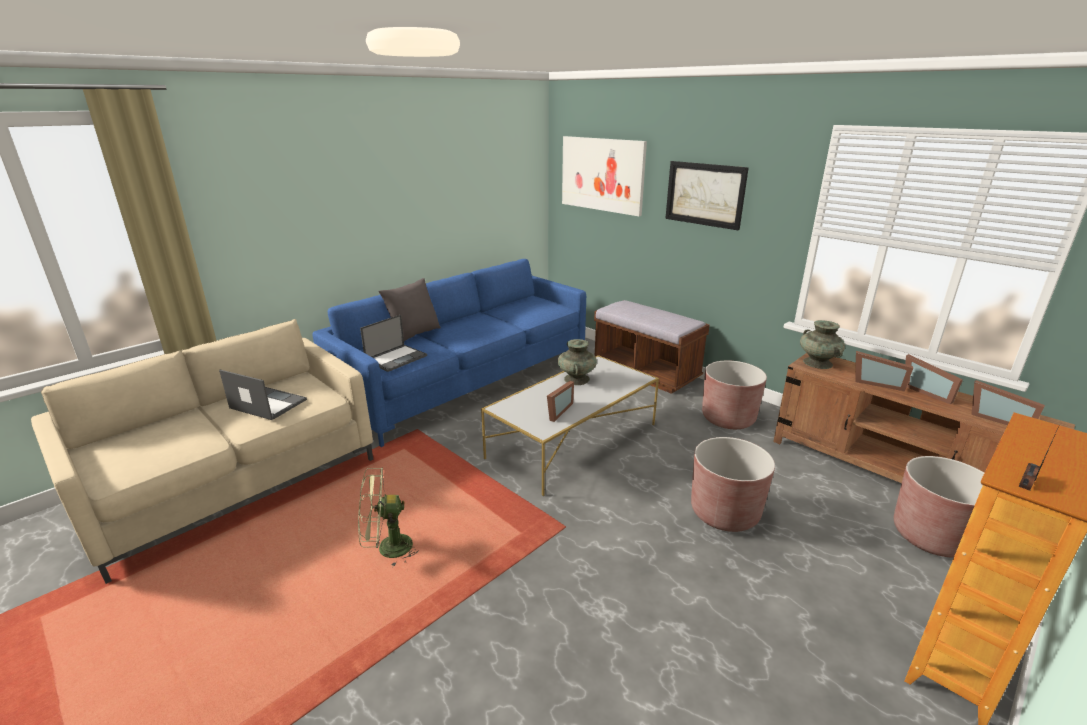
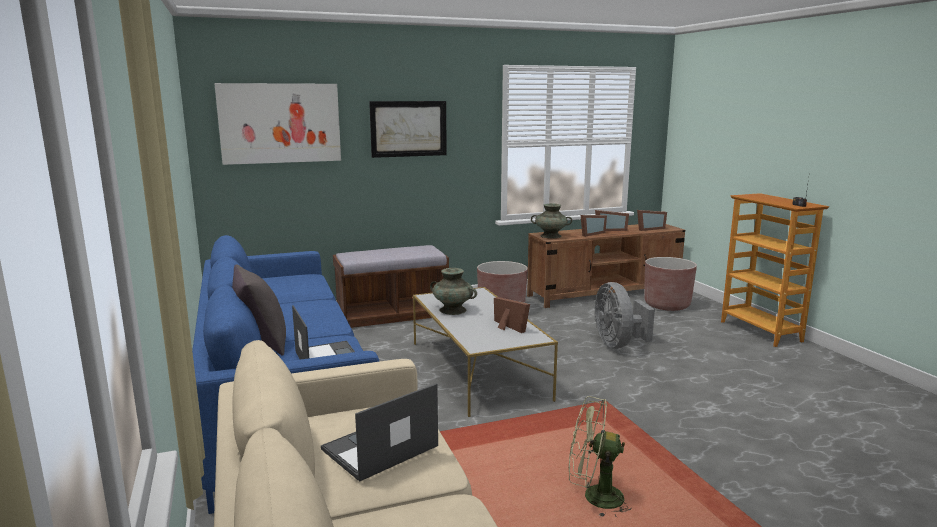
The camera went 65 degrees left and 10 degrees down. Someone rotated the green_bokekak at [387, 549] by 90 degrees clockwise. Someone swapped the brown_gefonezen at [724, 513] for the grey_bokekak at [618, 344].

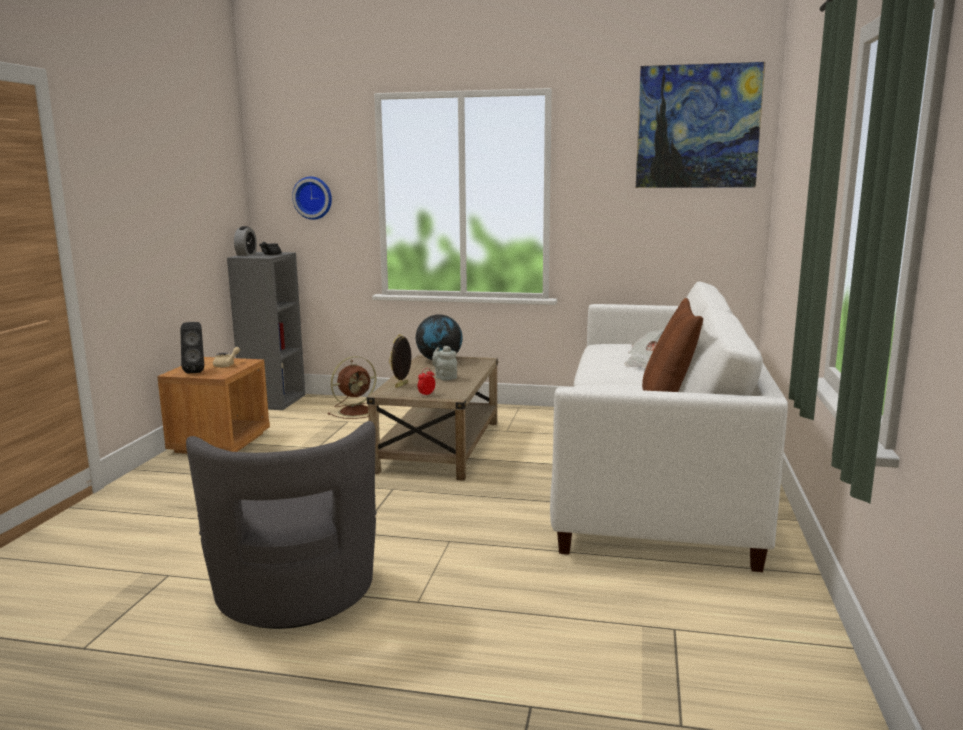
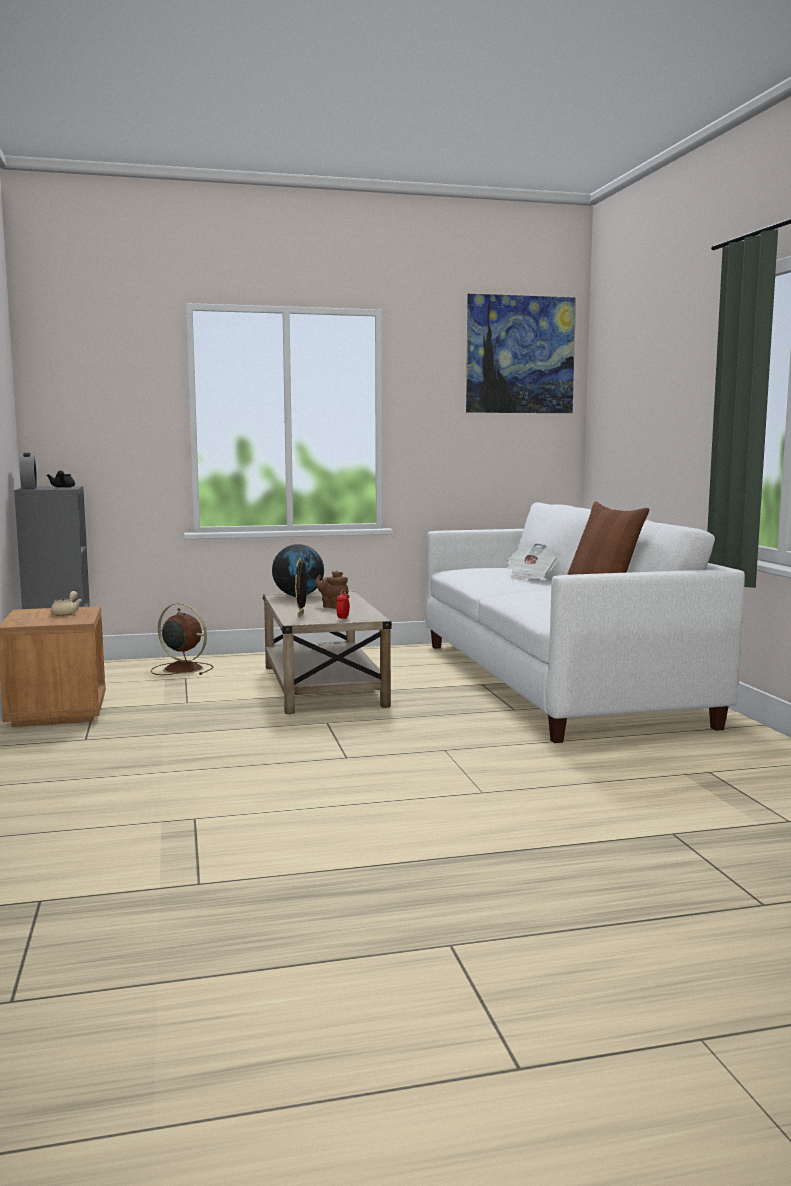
The camera went 25 degrees left and 5 degrees down. Someone took away the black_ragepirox at [195, 371]. Someone took away the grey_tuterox at [295, 594]. Someone took away the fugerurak at [313, 198]. Someone rotated the brown_bokekak at [356, 411] by 90 degrees counterclockwise. Someone repainted the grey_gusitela at [445, 377], which became the brown_gusitela at [333, 606].

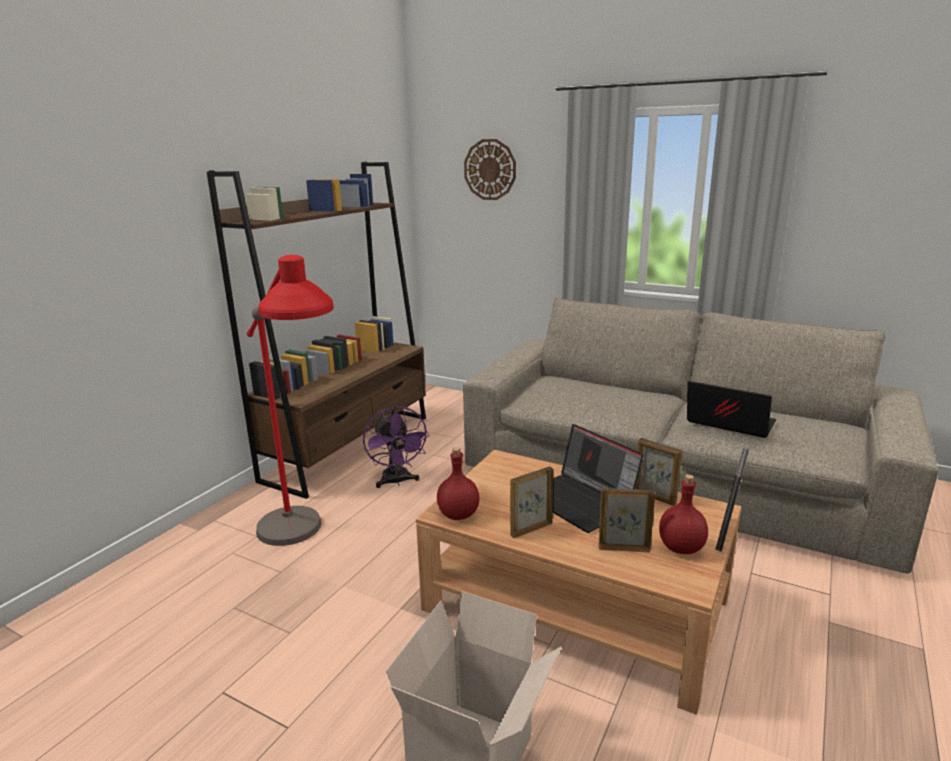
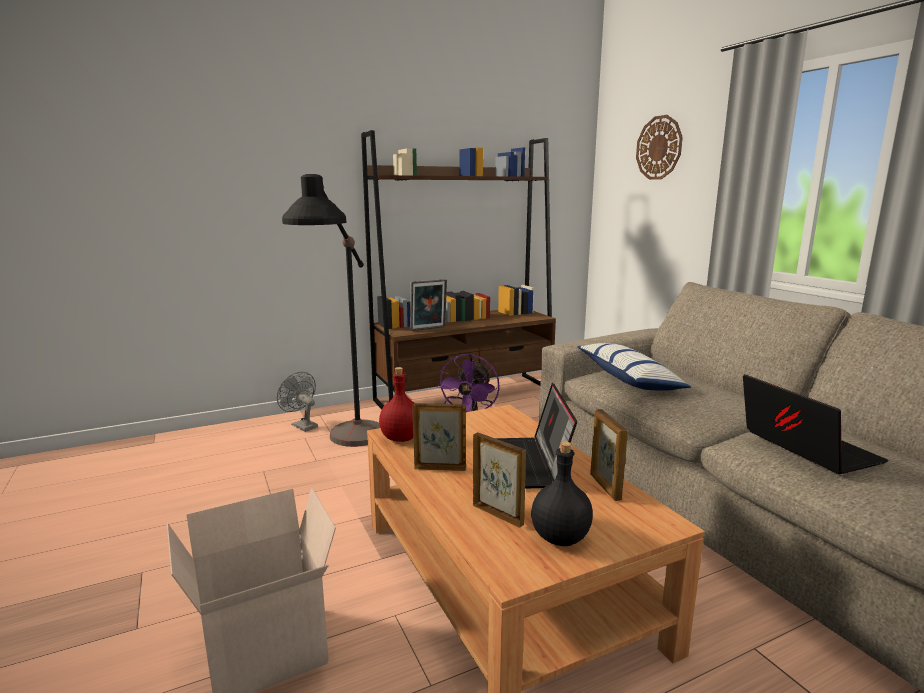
The camera went 35 degrees right and 5 degrees down. Someone repainted the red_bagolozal at [304, 549], which became the black_bagolozal at [348, 452]. Someone repainted the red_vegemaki at [681, 547], which became the black_vegemaki at [561, 537]. Someone carried the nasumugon from [727, 535] to [428, 329]. Someone put down the grey_bokekak at [301, 425]. Someone put down the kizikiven at [628, 379].

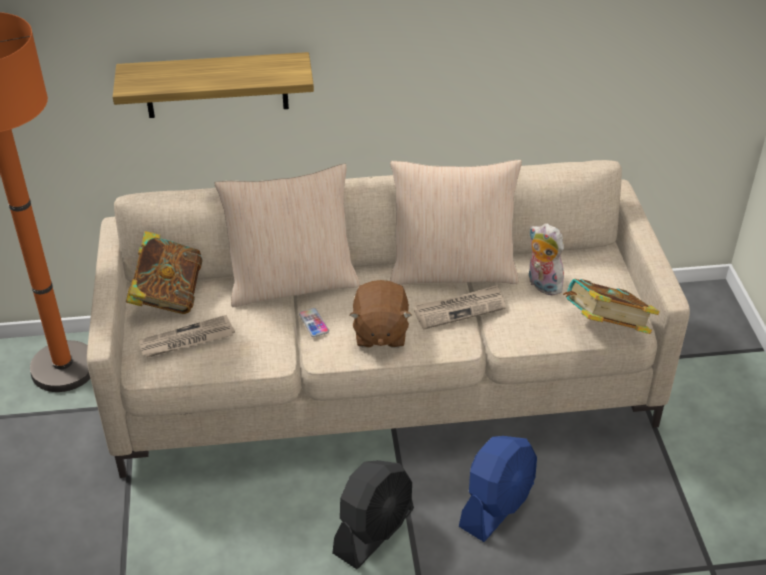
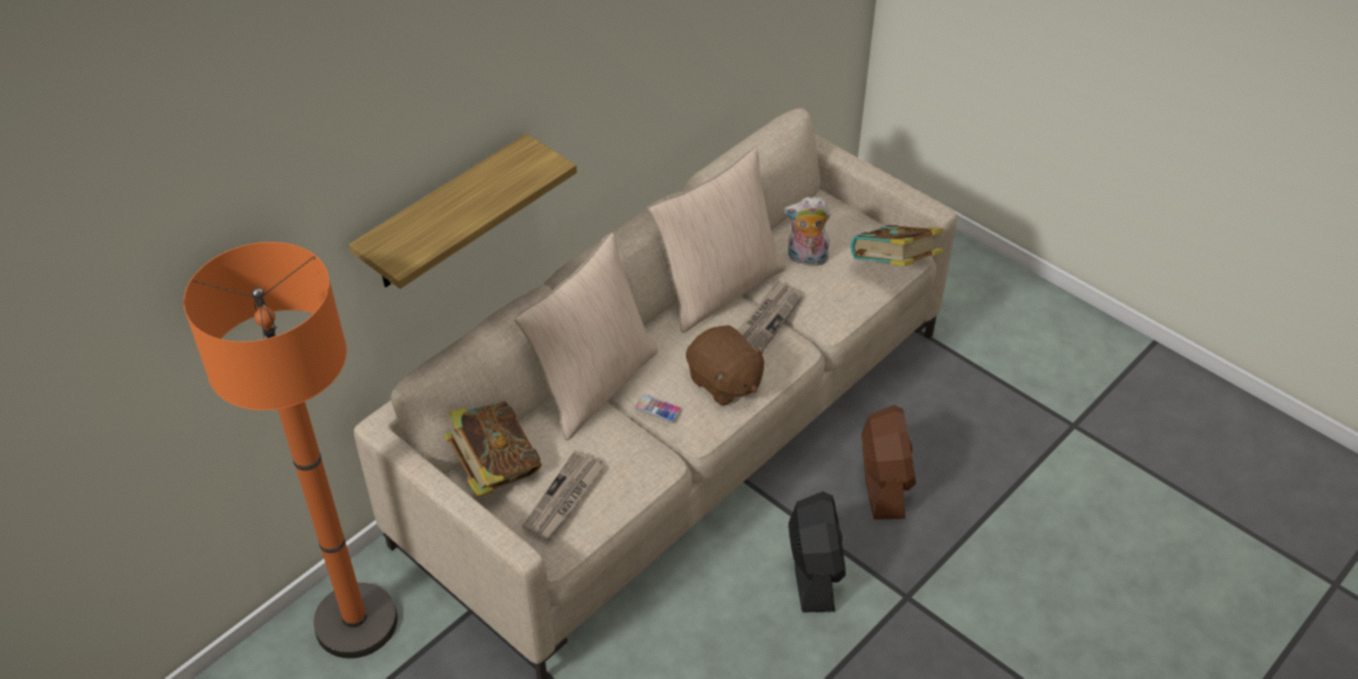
The camera went 40 degrees left and 5 degrees up. Someone repainted the blue_bokekak at [497, 505], which became the brown_bokekak at [883, 482].

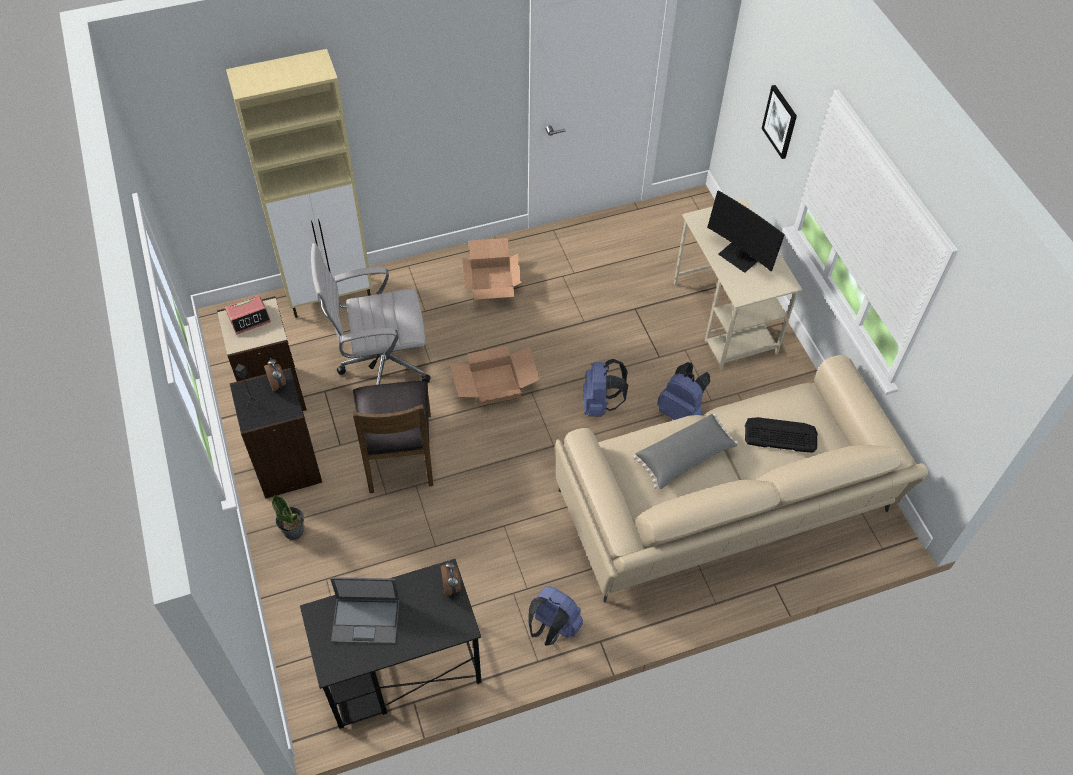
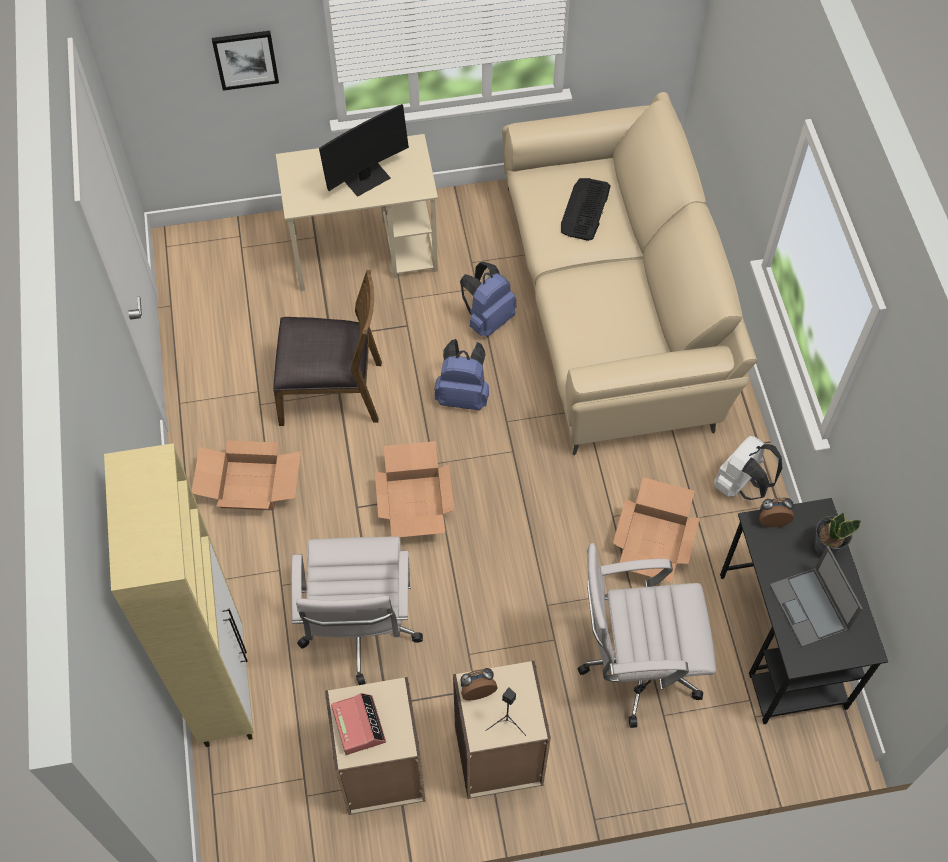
The camera went 80 degrees left and 5 degrees up. Someone repainted the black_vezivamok at [287, 466], which became the beige_vezivamok at [498, 757]. Someone carried the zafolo from [294, 530] to [826, 546]. Someone rotated the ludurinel at [366, 620] by 150 degrees clockwise. Someone carried the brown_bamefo from [398, 453] to [332, 391]. Someone repainted the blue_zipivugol at [552, 628], which became the white_zipivugol at [741, 485]. Someone took away the grey_kizikiven at [685, 457]. Someone put down the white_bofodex at [635, 666]. Someone put down the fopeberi at [654, 542].

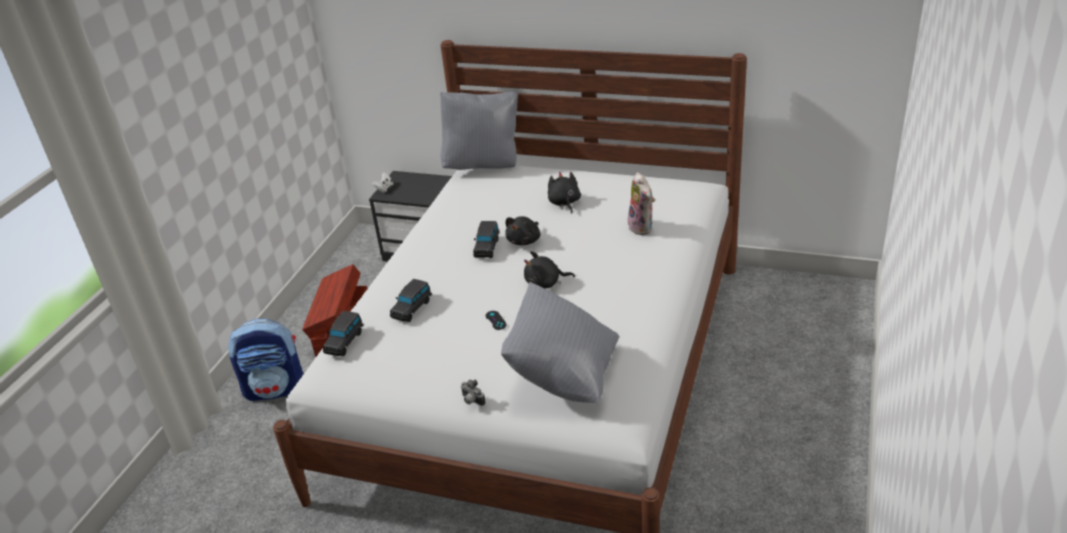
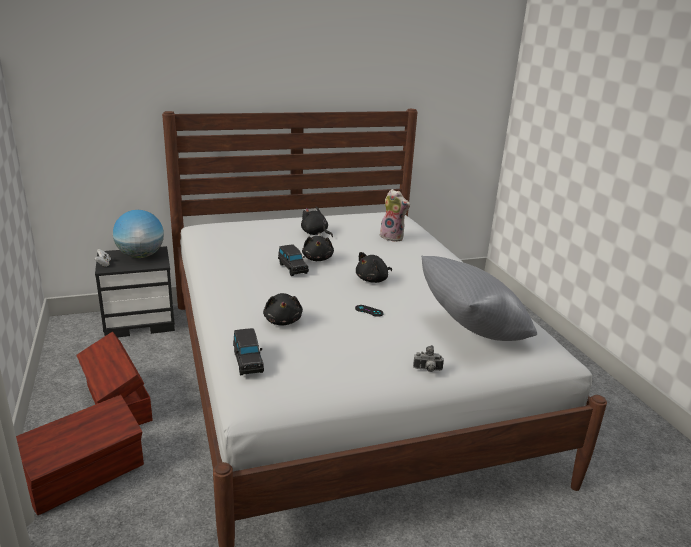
The camera went 40 degrees left and 10 degrees down. Someone swapped the zipivugol at [276, 389] for the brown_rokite at [85, 475]. Someone swapped the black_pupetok at [412, 308] for the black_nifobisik at [283, 321]. Someone took away the grey_kizikiven at [483, 165]. Someone put down the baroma at [141, 256].

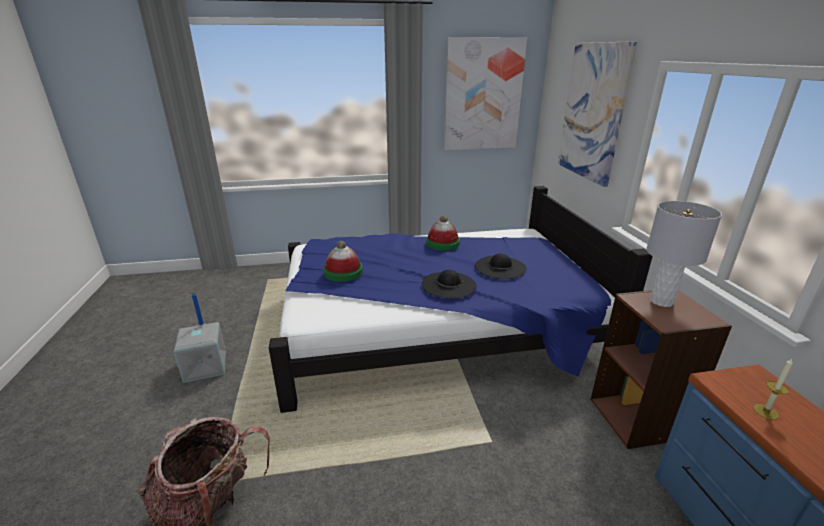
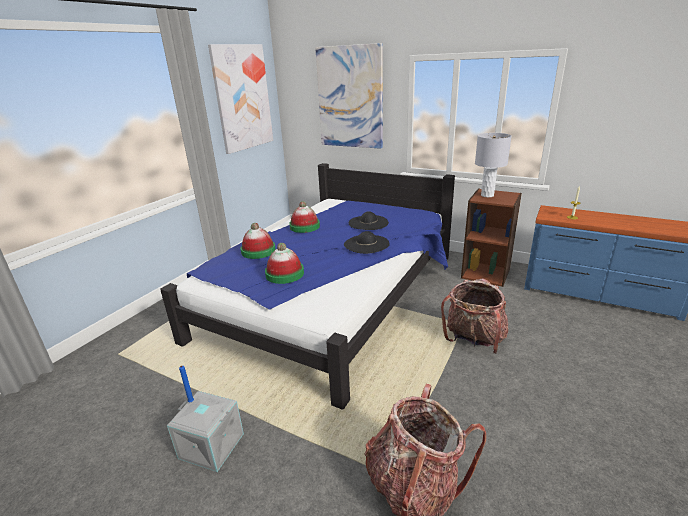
The camera went 50 degrees left and 0 degrees up. Someone put down the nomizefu at [258, 251]. Someone put down the zipivugol at [473, 340].

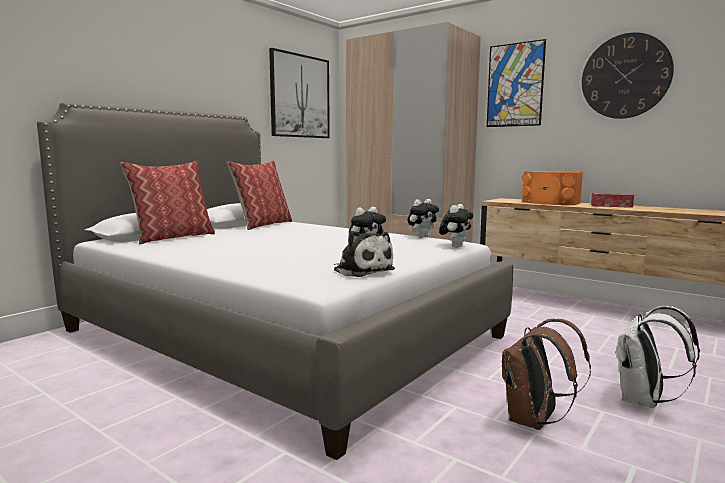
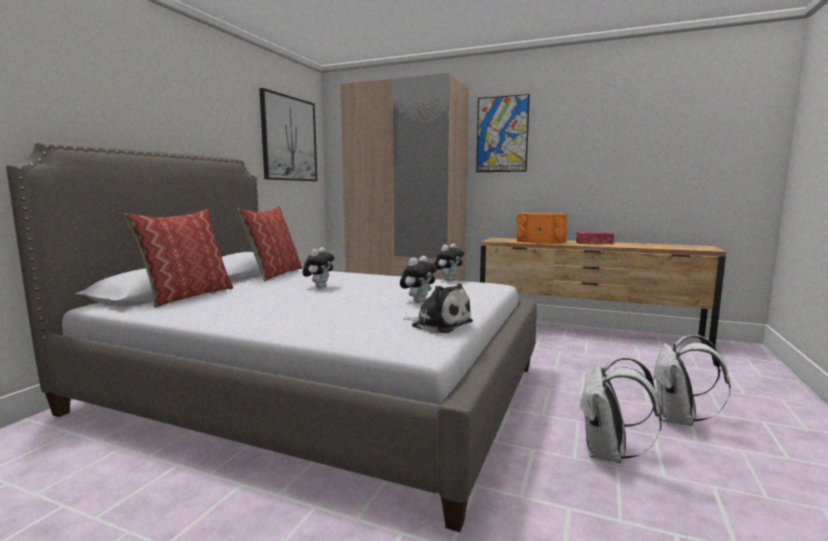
The camera went 15 degrees left and 0 degrees up. Someone carried the nifobisik from [455, 246] to [319, 287]. Someone repainted the brown_zipivugol at [534, 421], which became the white_zipivugol at [608, 454]. Someone took away the fugerurak at [625, 76].

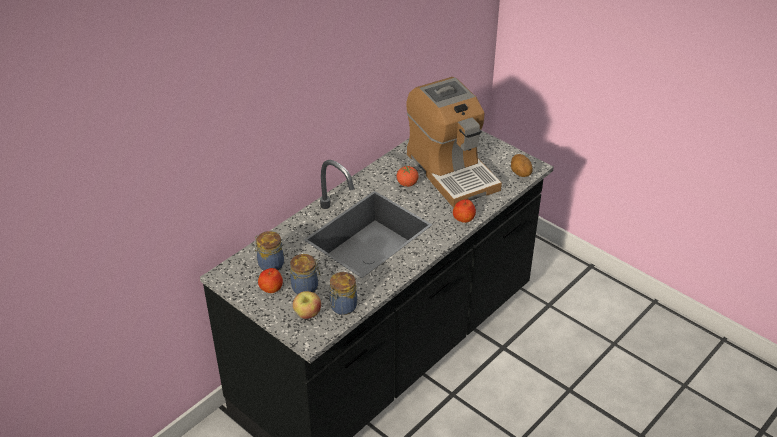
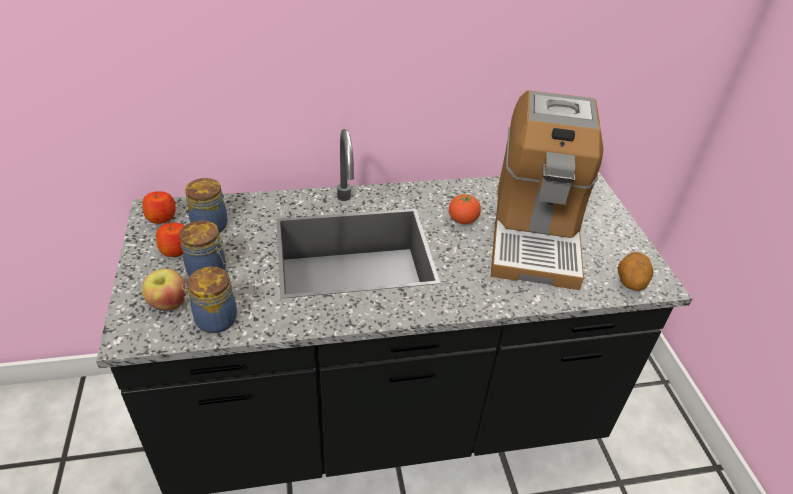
The camera went 35 degrees right and 0 degrees up. Someone carried the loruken from [463, 218] to [161, 218].

